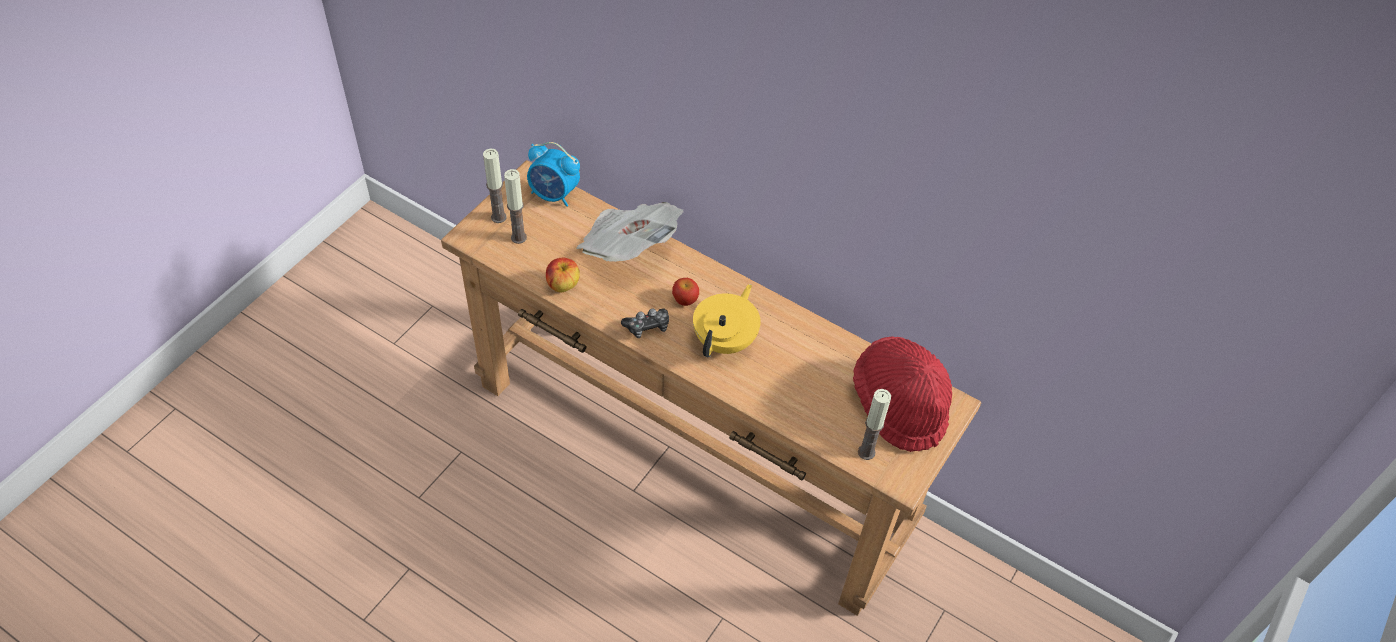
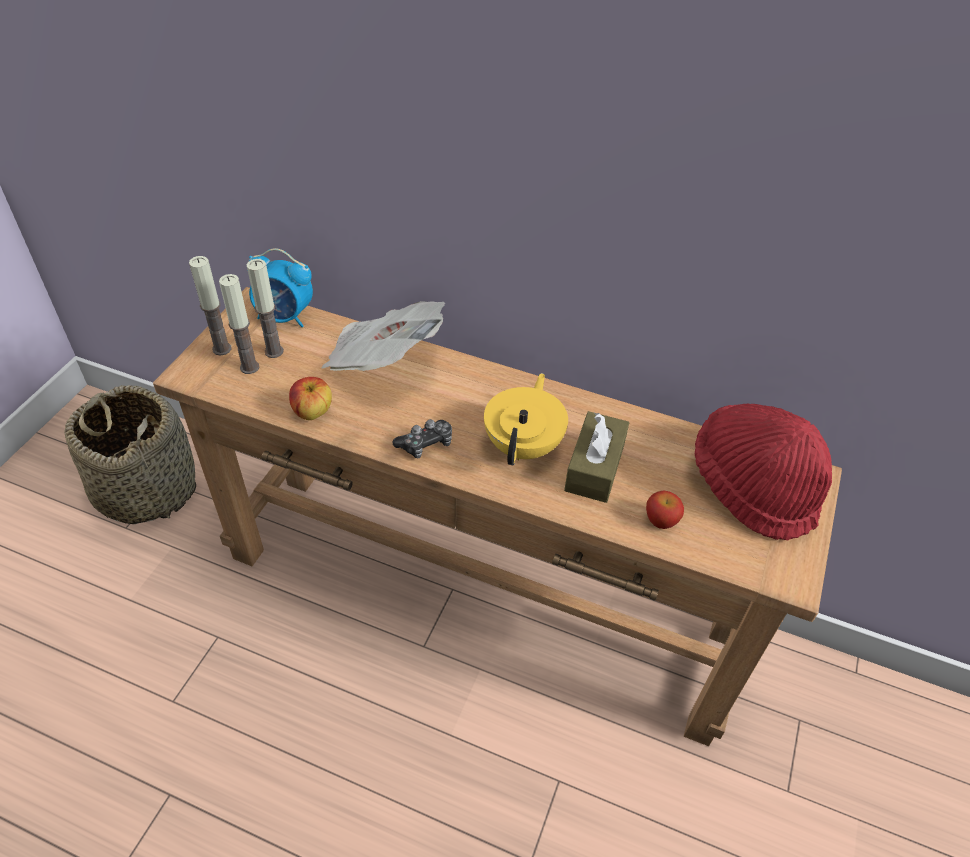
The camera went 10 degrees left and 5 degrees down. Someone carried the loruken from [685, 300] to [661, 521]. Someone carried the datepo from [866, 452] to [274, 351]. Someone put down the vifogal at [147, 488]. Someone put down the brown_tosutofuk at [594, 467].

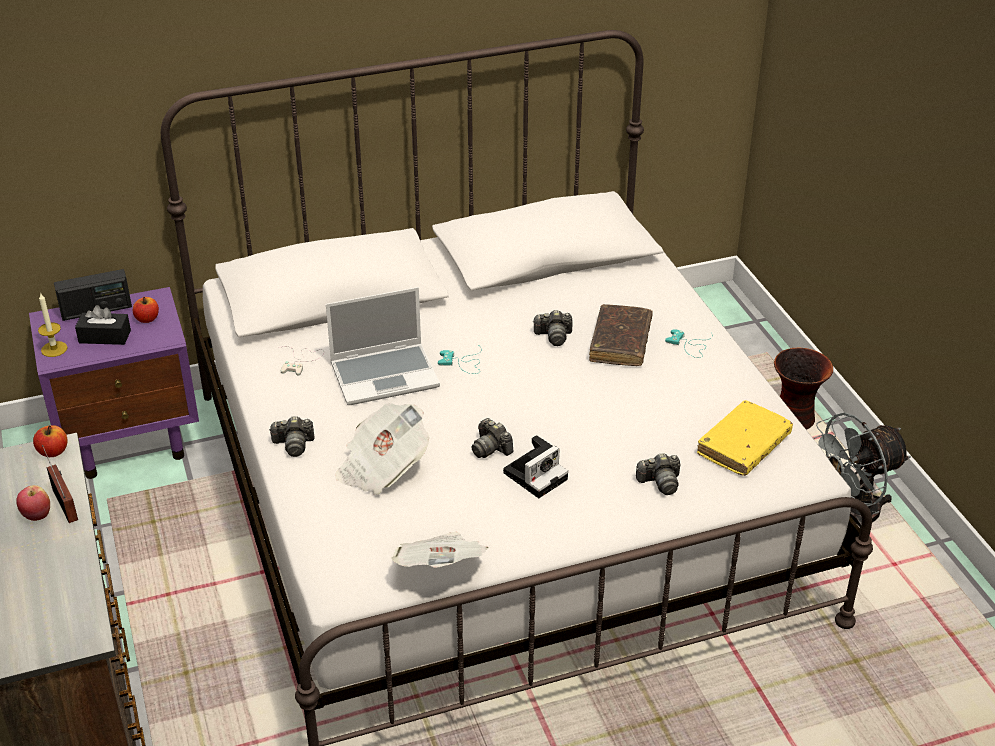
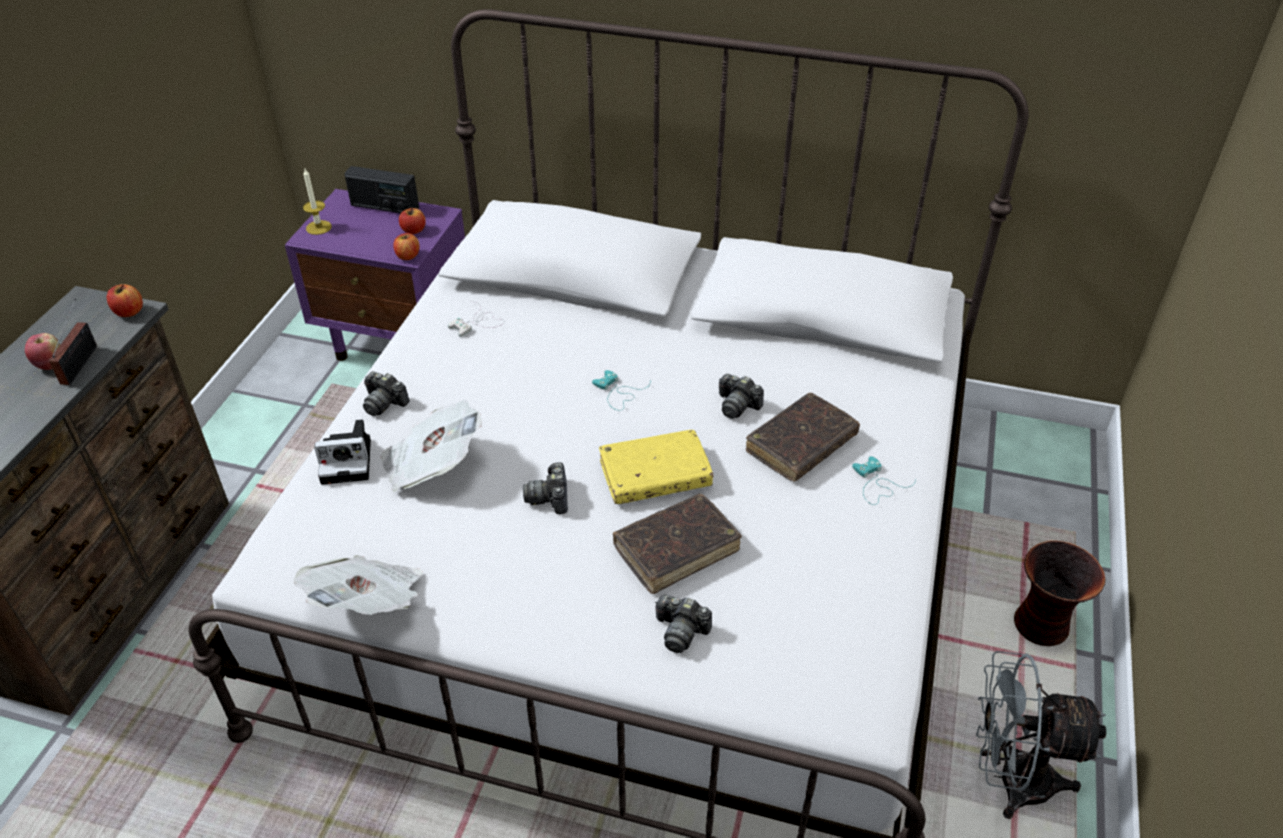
The camera went 35 degrees right and 5 degrees up. Someone took away the black_tosutofuk at [105, 336]. Someone took away the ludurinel at [385, 375]. Someone carried the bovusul from [536, 474] to [349, 460]. Someone carried the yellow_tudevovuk from [743, 446] to [655, 476]. Someone put down the loruken at [408, 256]. Someone put down the brown_tudevovuk at [676, 550].

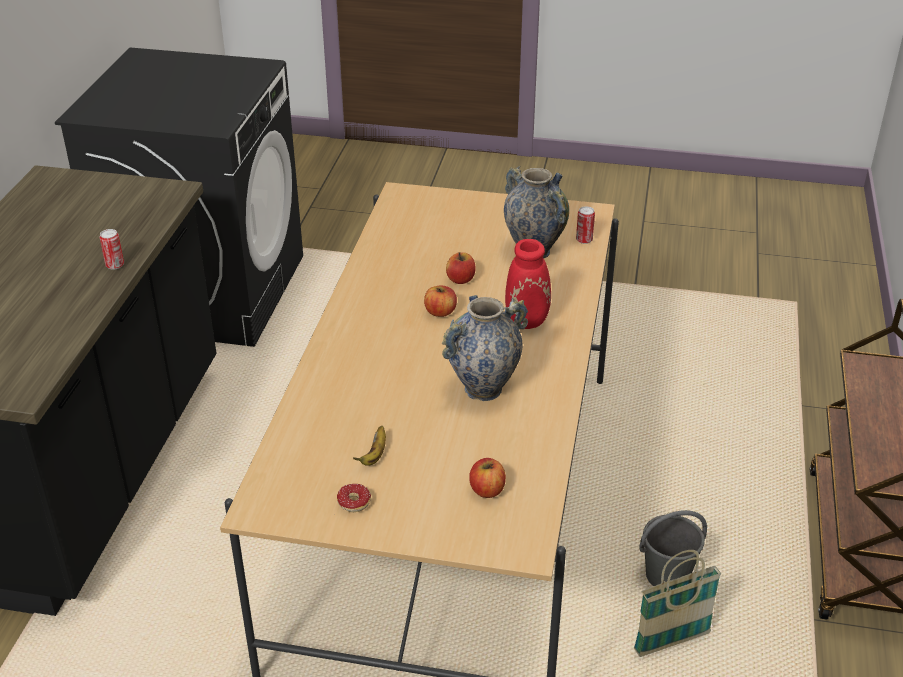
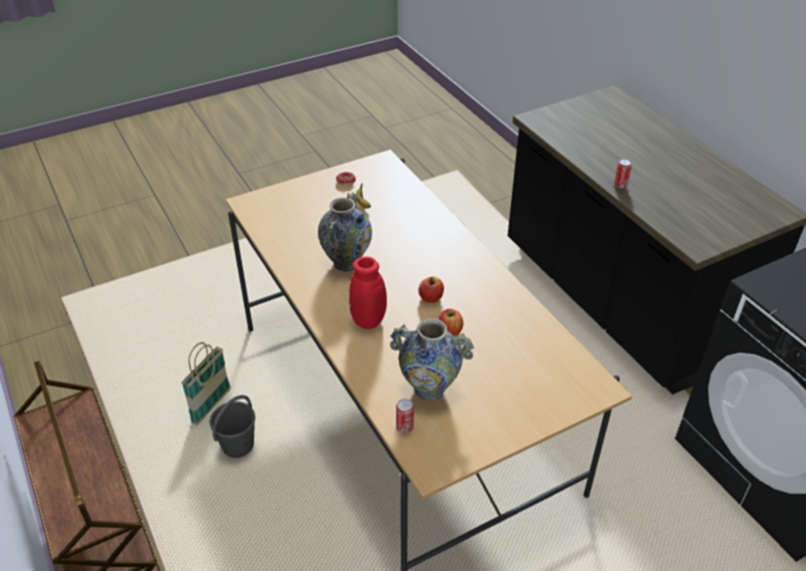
The camera went 140 degrees right and 5 degrees up. Someone took away the loruken at [487, 490].

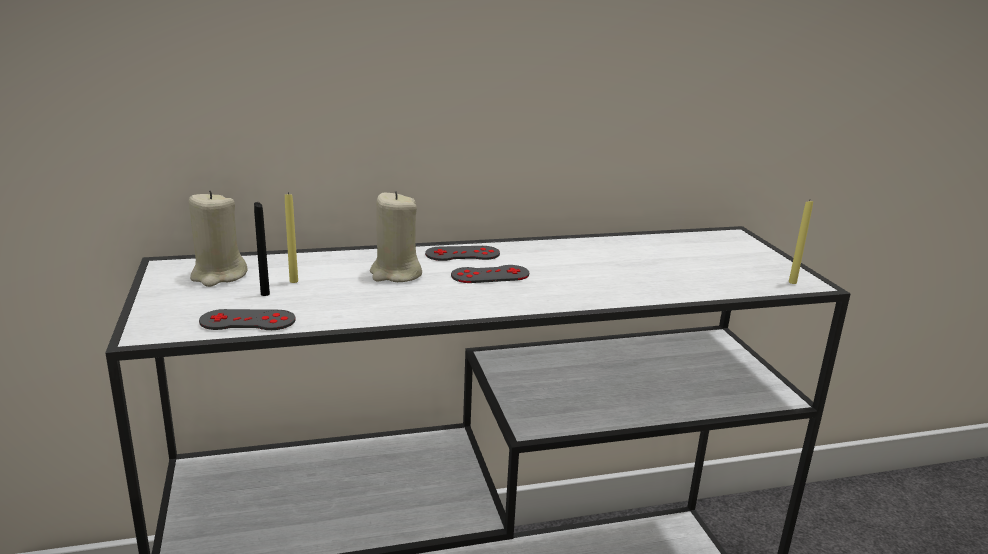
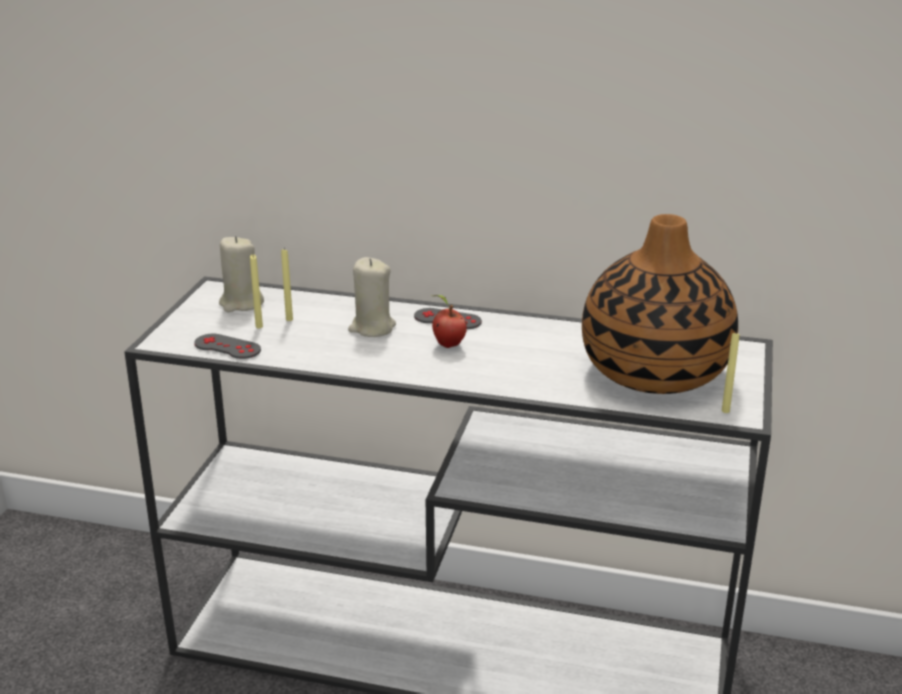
The camera went 30 degrees right and 5 degrees up. Someone repainted the black_datepo at [265, 294], which became the yellow_datepo at [259, 326]. Someone swapped the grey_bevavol at [490, 275] for the loruken at [447, 344]. Someone put down the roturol at [654, 371].

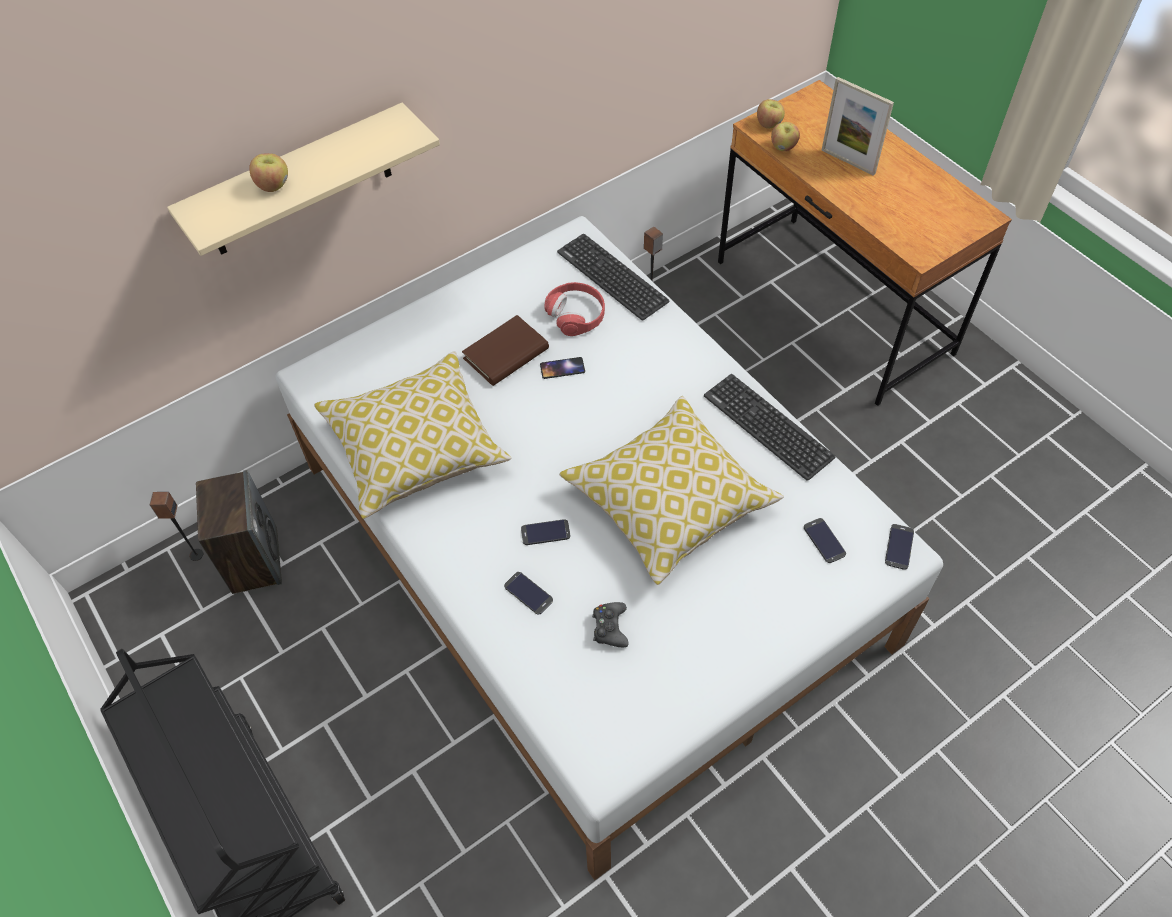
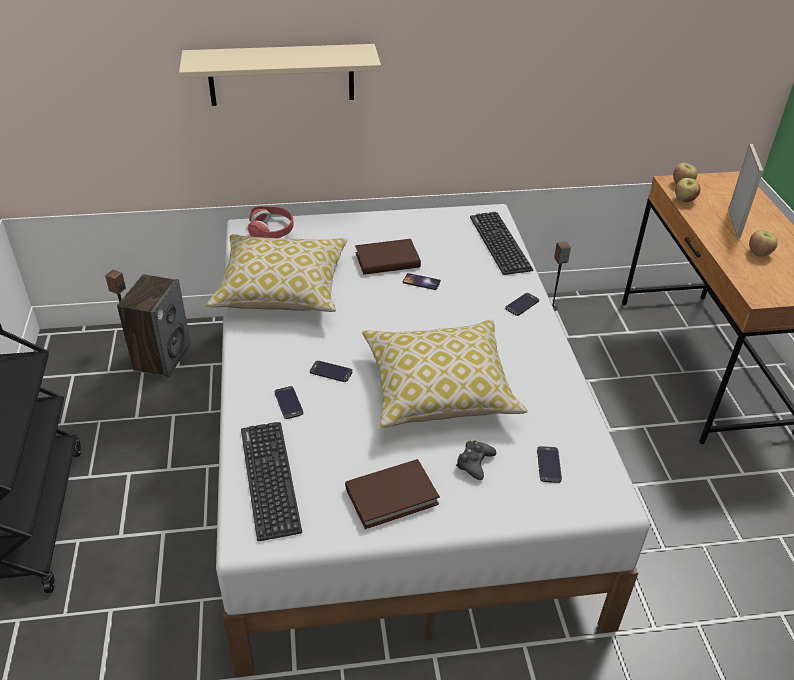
The camera went 25 degrees right and 15 degrees down. Someone carried the loruken from [273, 185] to [759, 253]. Someone carried the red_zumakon from [576, 314] to [271, 229]. Someone carried the black_bevavol from [610, 628] to [474, 463]. Someone carried the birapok from [767, 426] to [270, 479]. Someone rotated the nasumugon at [848, 161] by 150 degrees counterclockwise. Someone carried the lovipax from [899, 547] to [522, 304]. Someone put down the brown_tudevovuk at [391, 496].

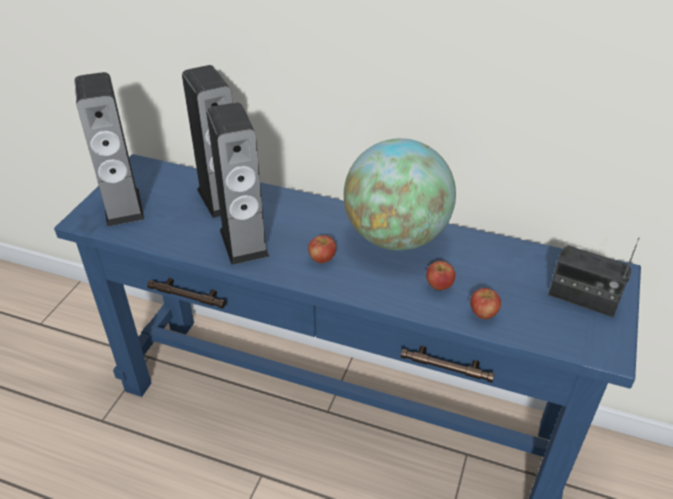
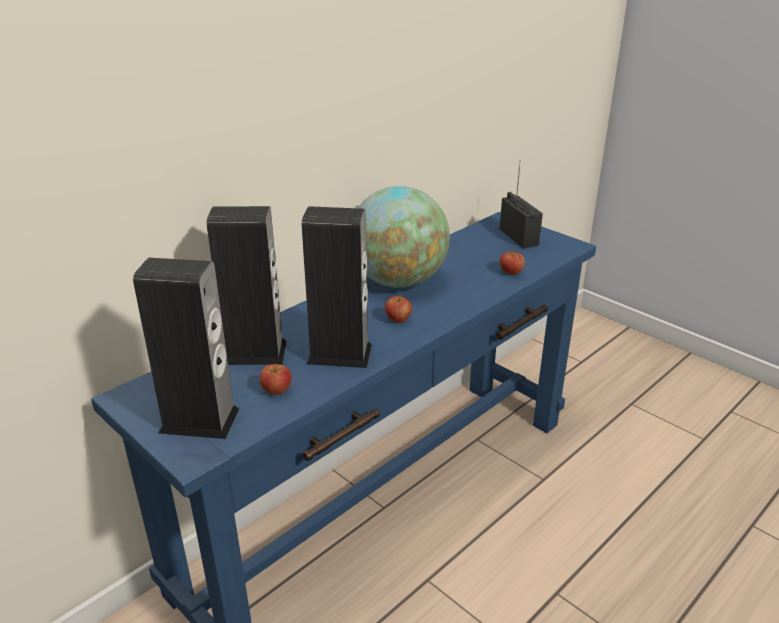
The camera went 65 degrees left and 10 degrees down. Someone carried the loruken from [439, 285] to [276, 391]. Someone rotated the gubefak at [583, 299] by 75 degrees counterclockwise.

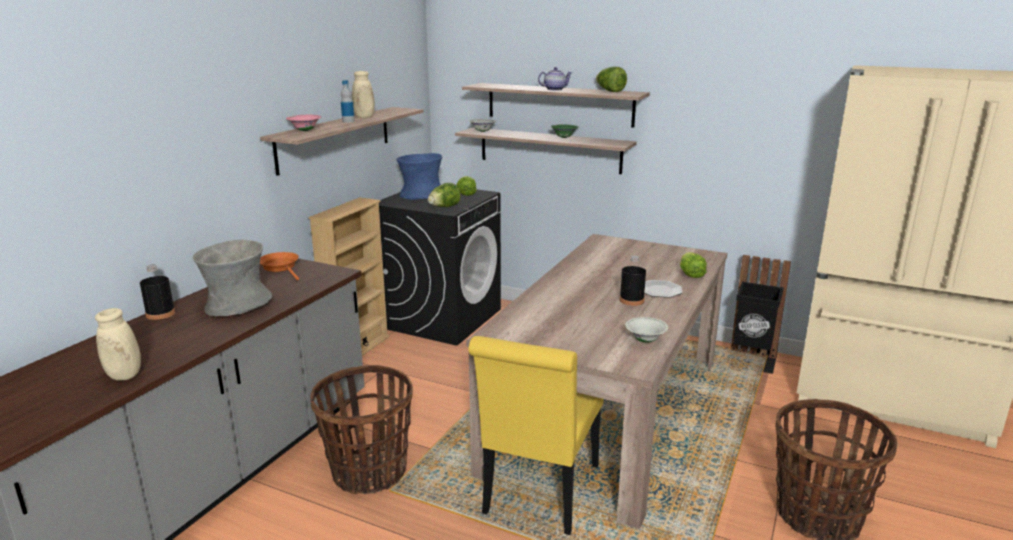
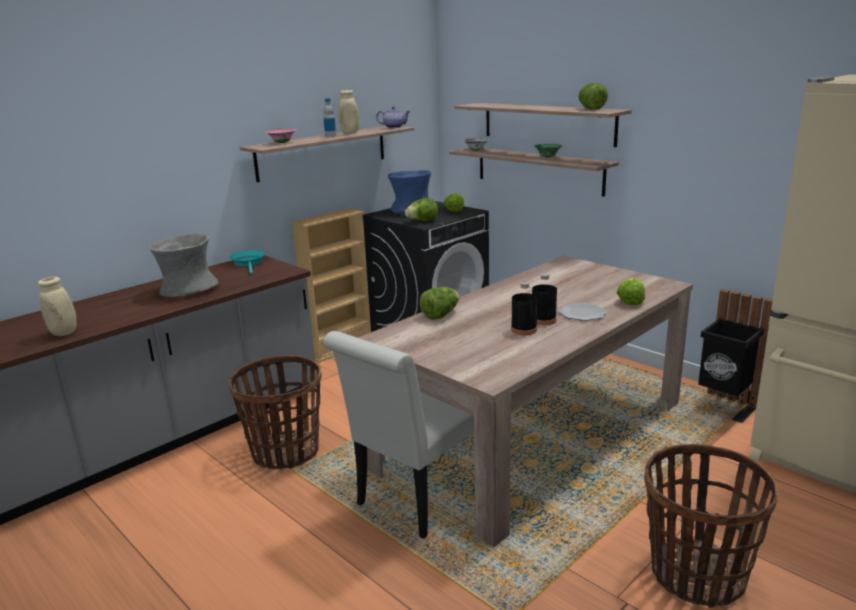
The camera went 20 degrees right and 0 degrees up. Someone carried the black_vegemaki from [160, 314] to [524, 330]. Someone repainted the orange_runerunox at [281, 267], which became the turquoise_runerunox at [248, 263]. Someone repainted the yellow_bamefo at [539, 495], which became the white_bamefo at [418, 498]. Someone carried the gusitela from [554, 89] to [394, 127]. Someone took away the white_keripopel at [645, 340]. Someone put down the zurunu at [440, 315].

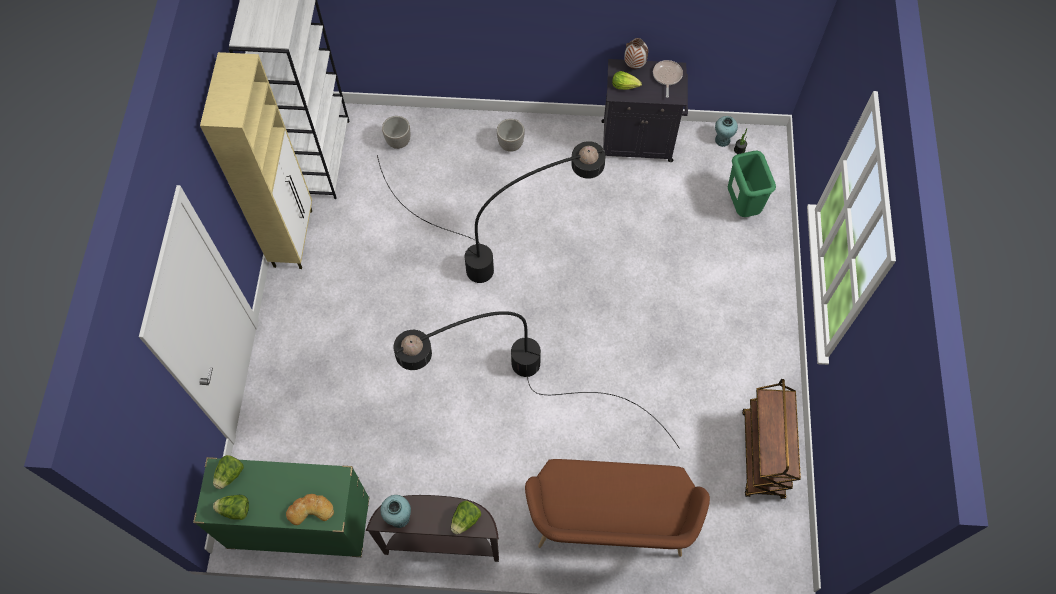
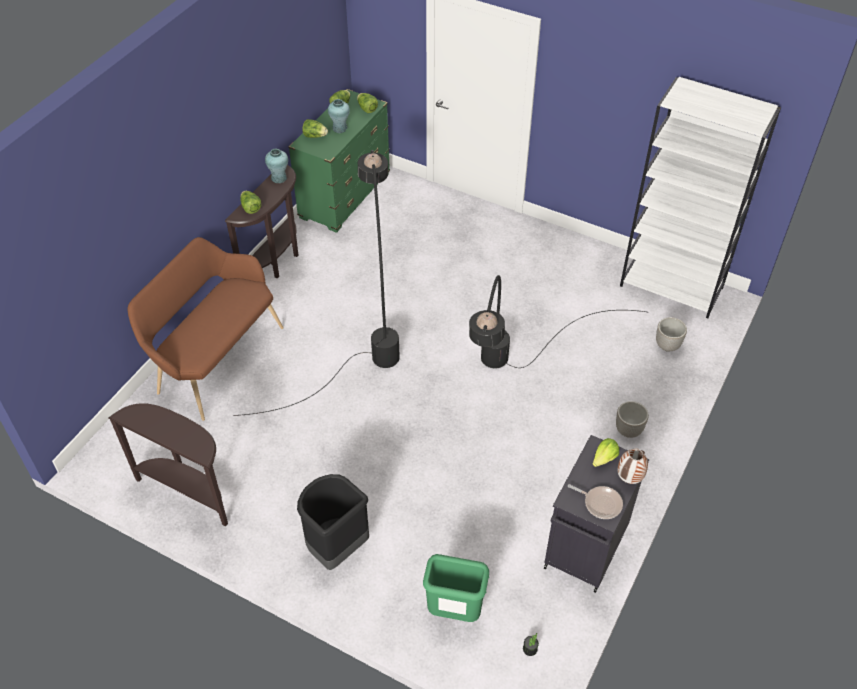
The camera went 115 degrees right and 15 degrees down. Someone took away the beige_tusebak at [293, 237]. Someone swapped the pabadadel at [310, 510] for the zurunu at [315, 136]. Someone carried the turquoise_roturol from [722, 140] to [340, 128]. Someone swapped the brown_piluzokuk at [763, 455] for the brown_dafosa at [189, 491]. Someone put down the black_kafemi at [336, 548].

